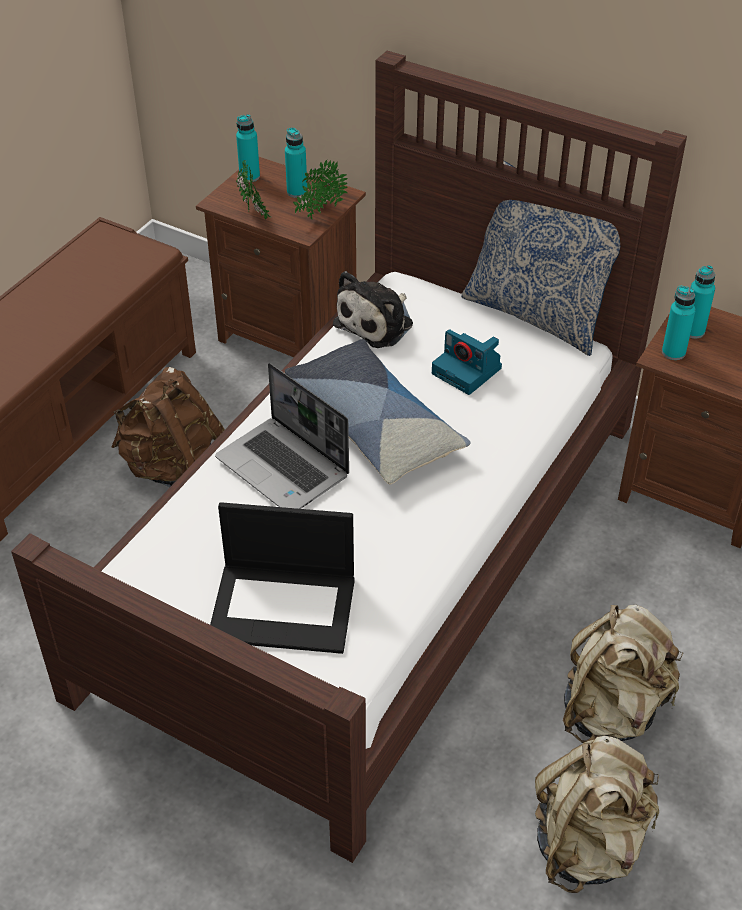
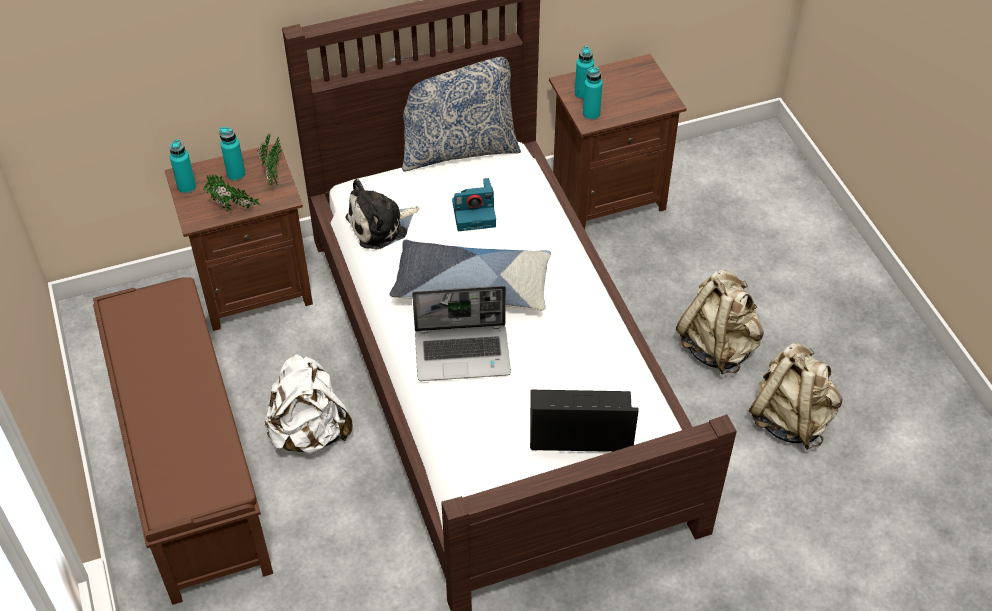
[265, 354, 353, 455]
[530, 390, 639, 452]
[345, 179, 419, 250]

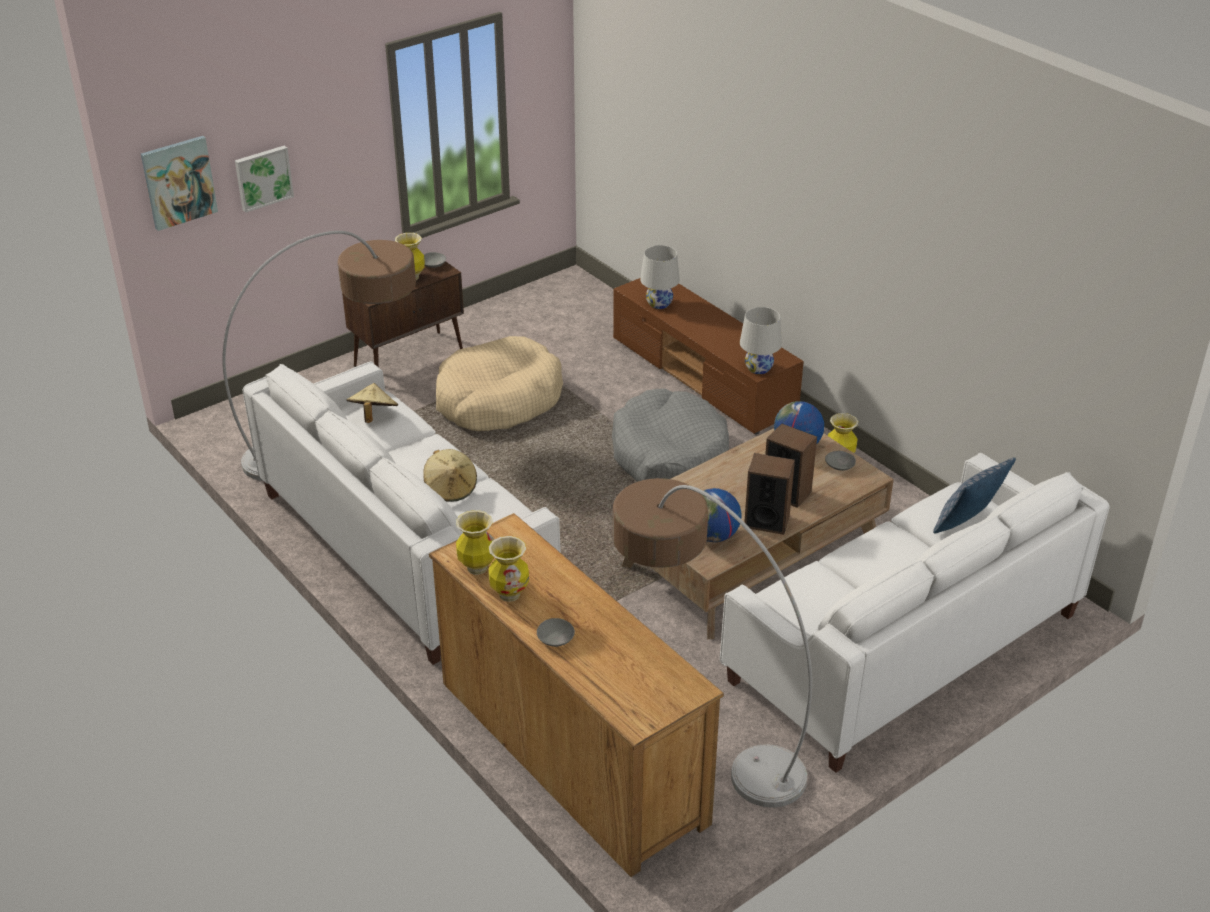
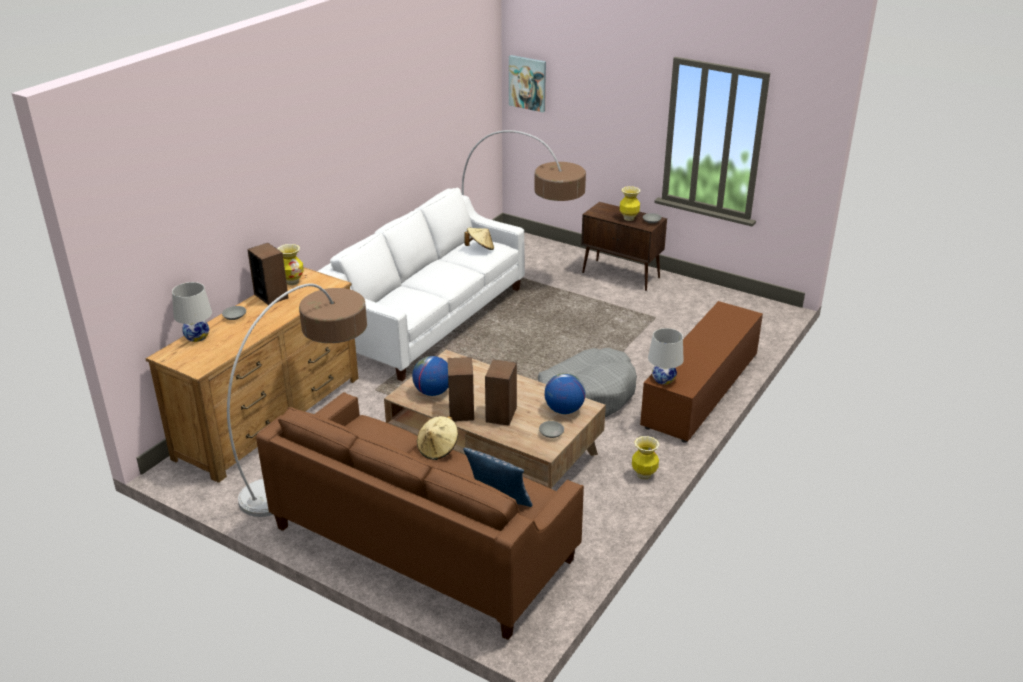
[235, 146, 294, 213] (first image)
[436, 336, 563, 431] (first image)
[417, 416, 458, 460]
[172, 282, 212, 342]
[247, 243, 288, 305]
[256, 392, 584, 640]

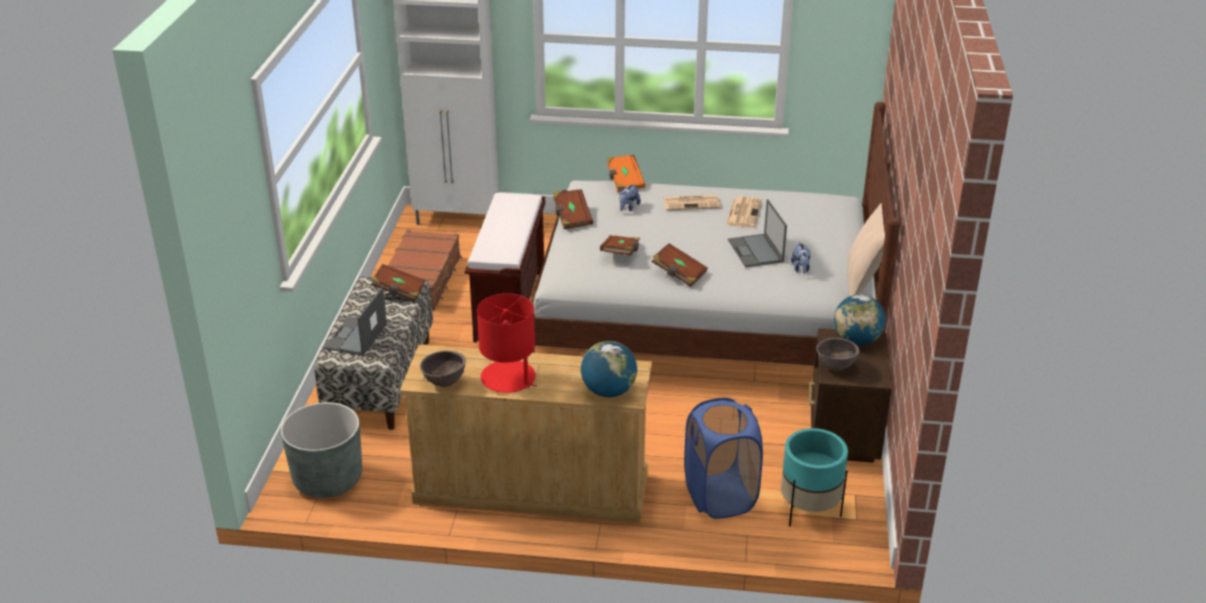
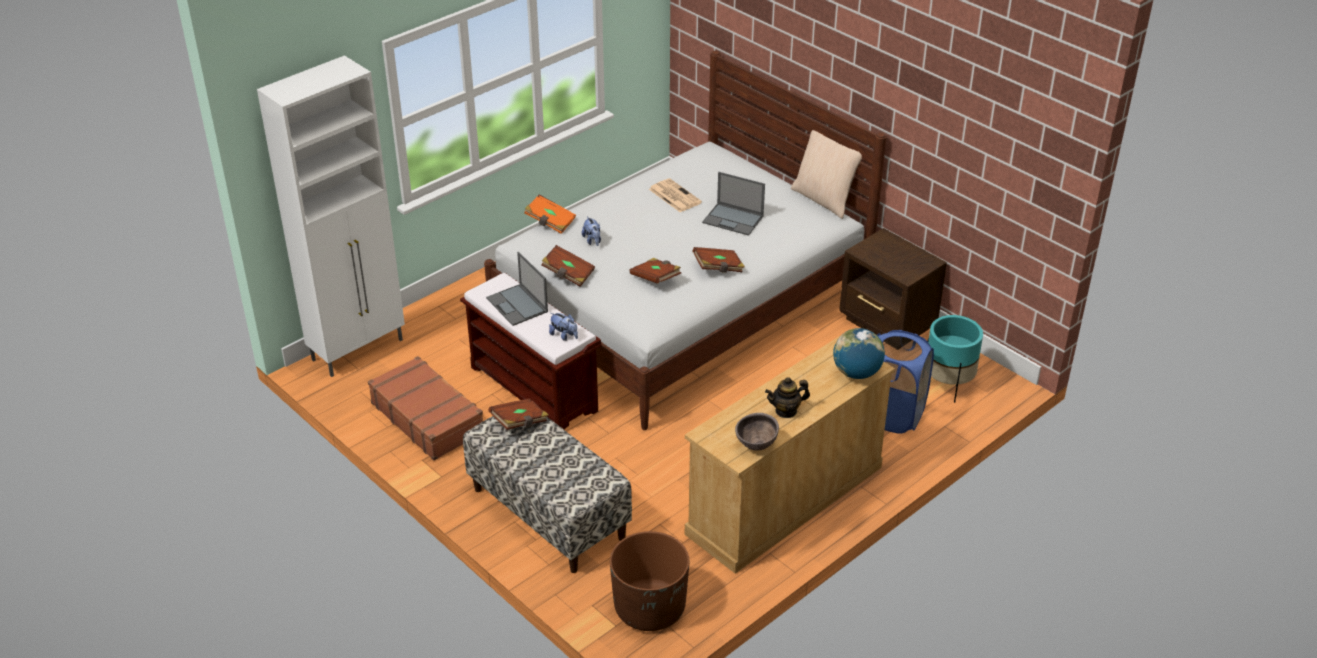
[663, 195, 721, 210] (first image)
[816, 338, 859, 371] (first image)
[834, 294, 886, 345] (first image)
[486, 252, 548, 326]
[549, 313, 578, 341]
[765, 377, 810, 418]
[610, 531, 689, 631]

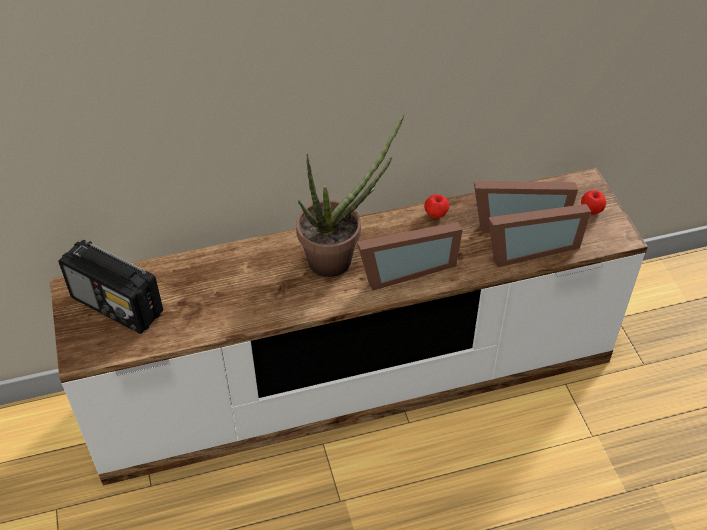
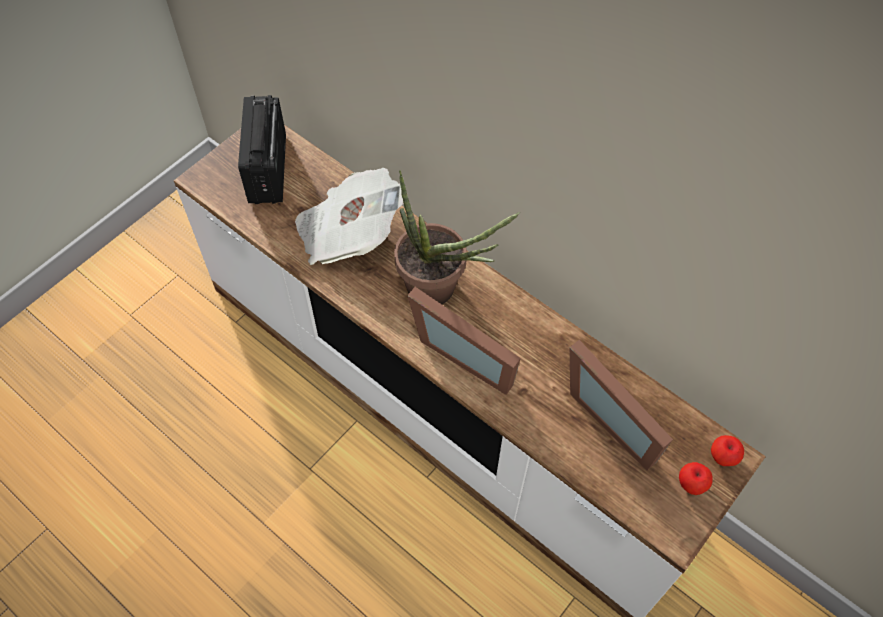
[488, 204, 591, 267] (first image)
[295, 168, 404, 265]
[711, 435, 744, 466]

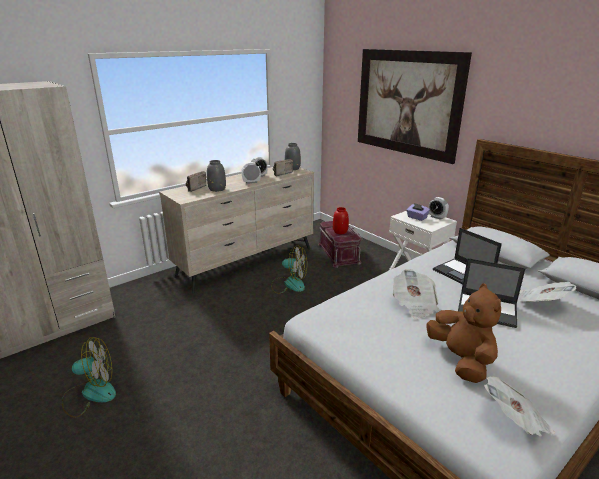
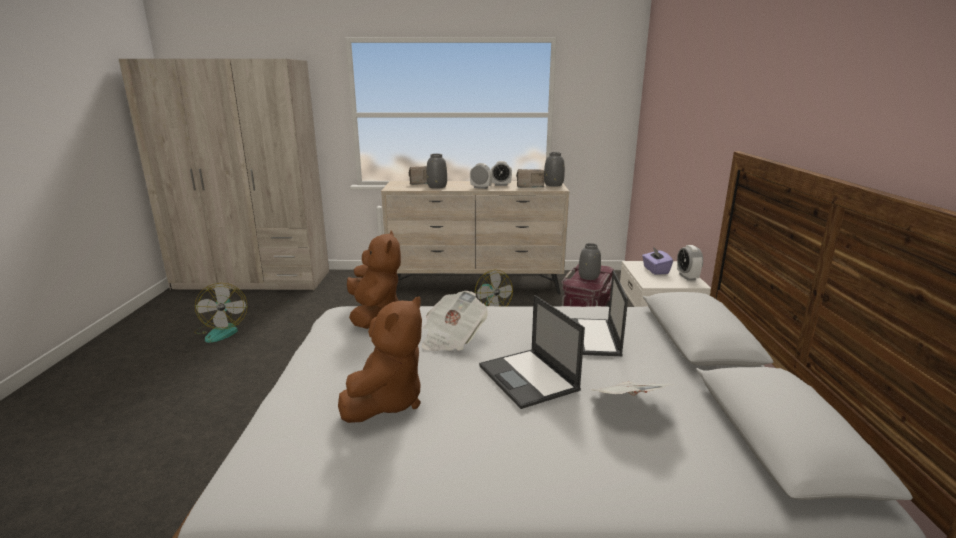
[358, 49, 472, 164] (first image)
[484, 376, 555, 437] (first image)
[347, 231, 401, 329]
[578, 243, 601, 280]
[194, 283, 247, 343]

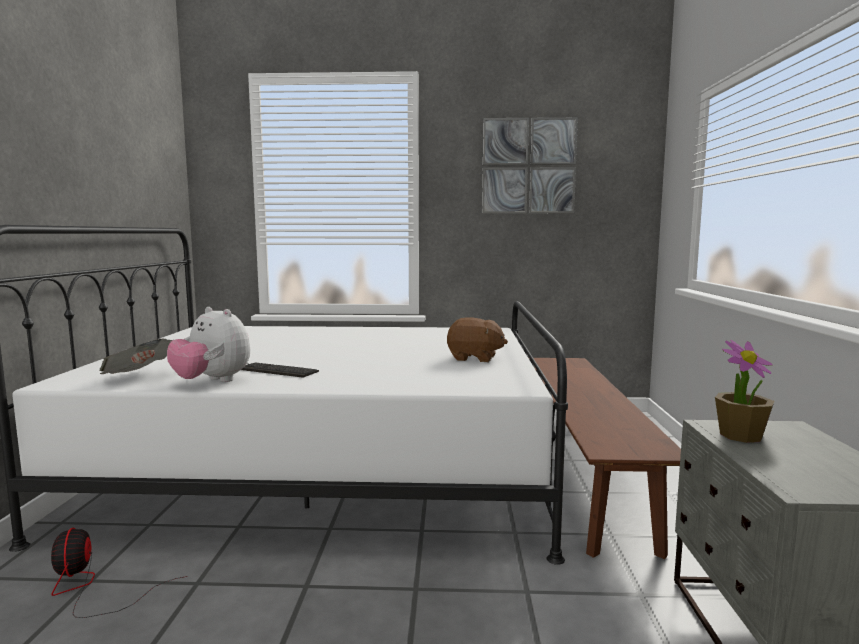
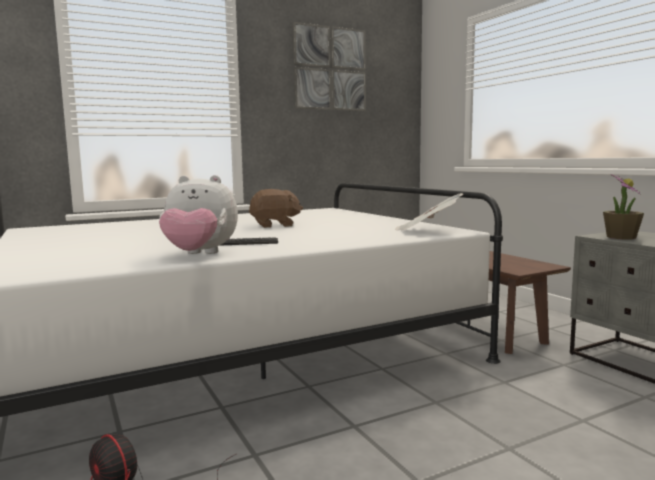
[395, 193, 463, 231]
[249, 189, 303, 228]

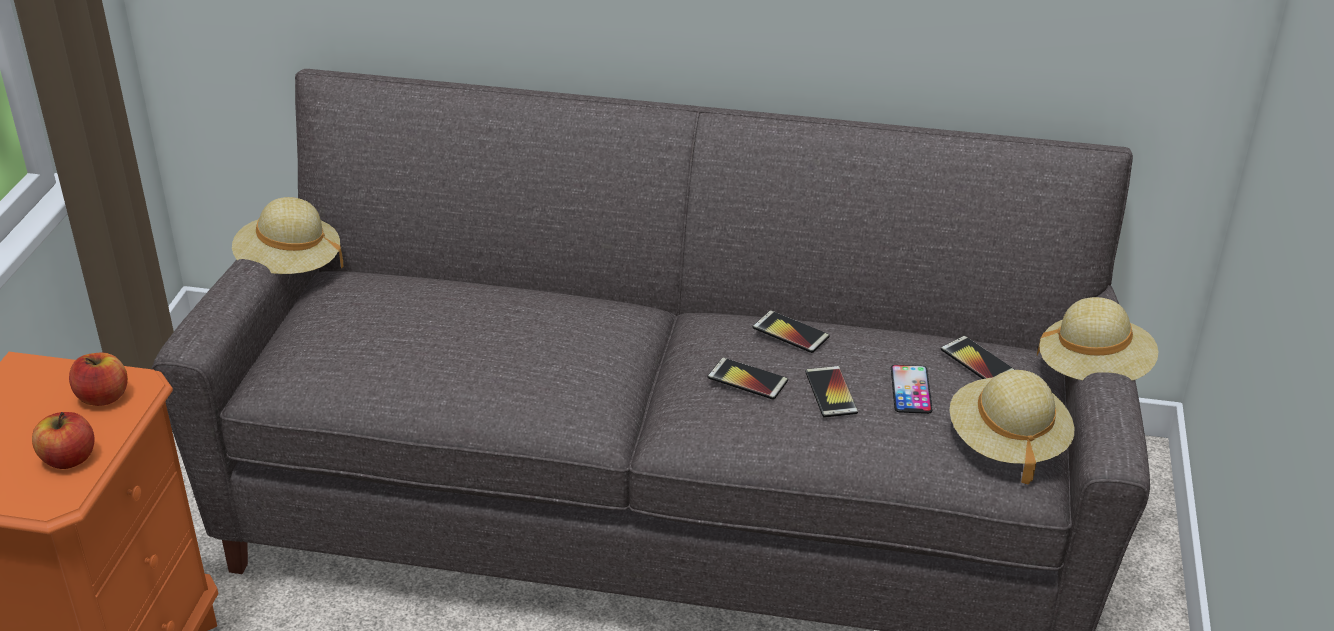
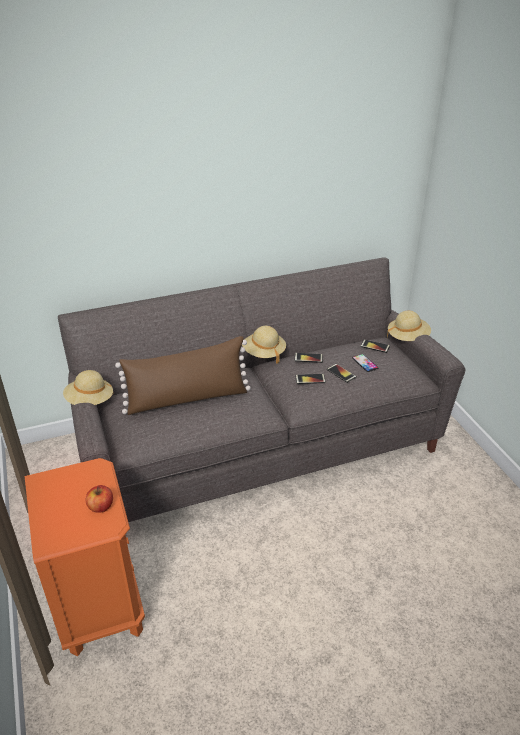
[69, 352, 128, 406] (first image)
[115, 336, 251, 415]
[242, 326, 286, 363]

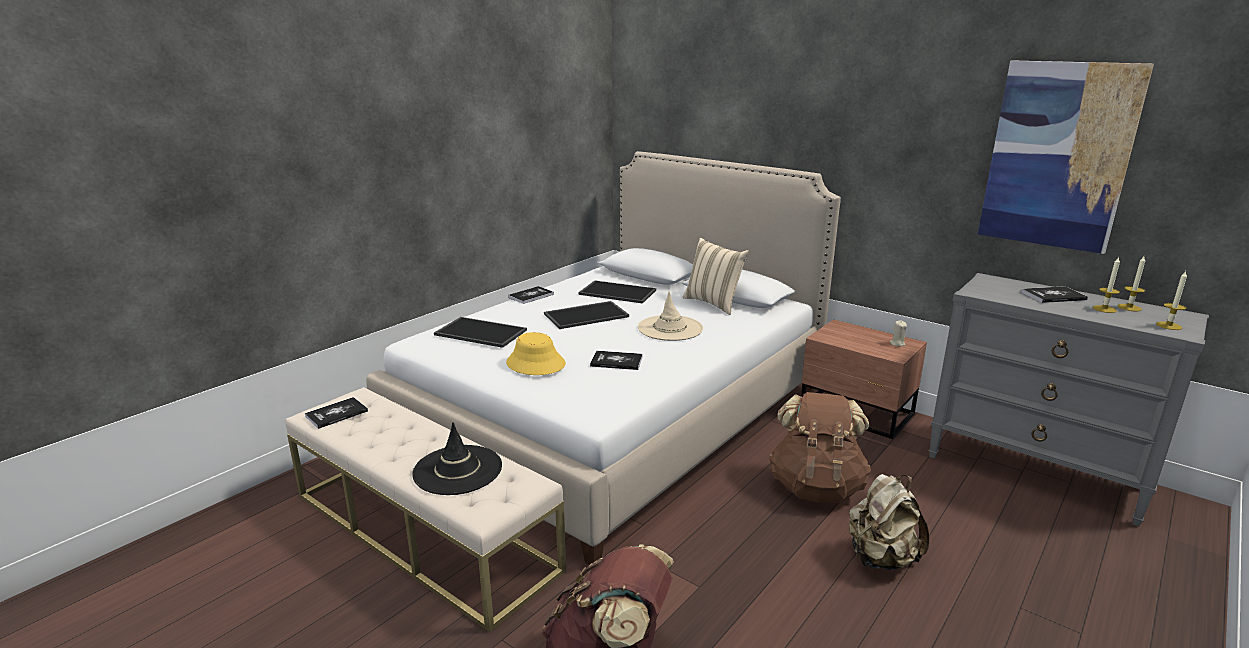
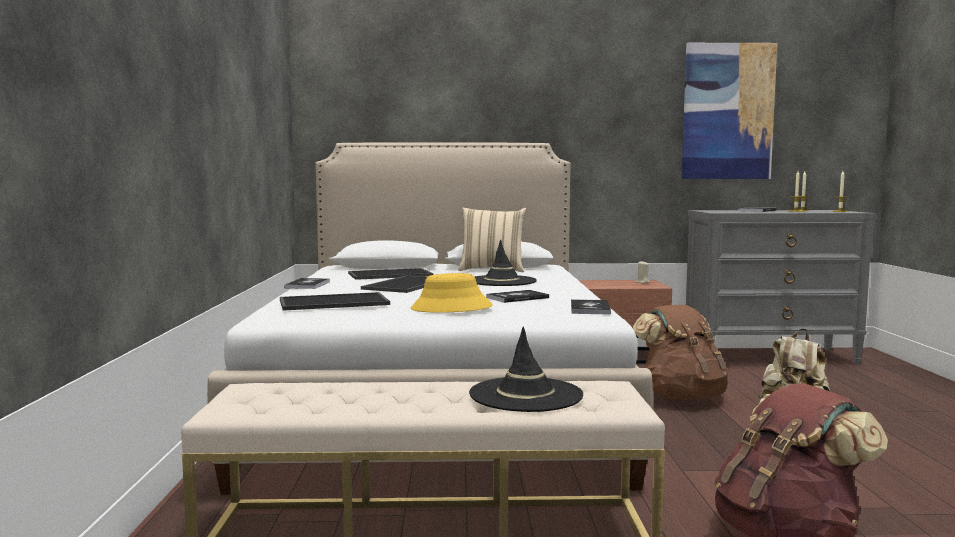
[571, 299, 611, 315]
[475, 239, 537, 286]

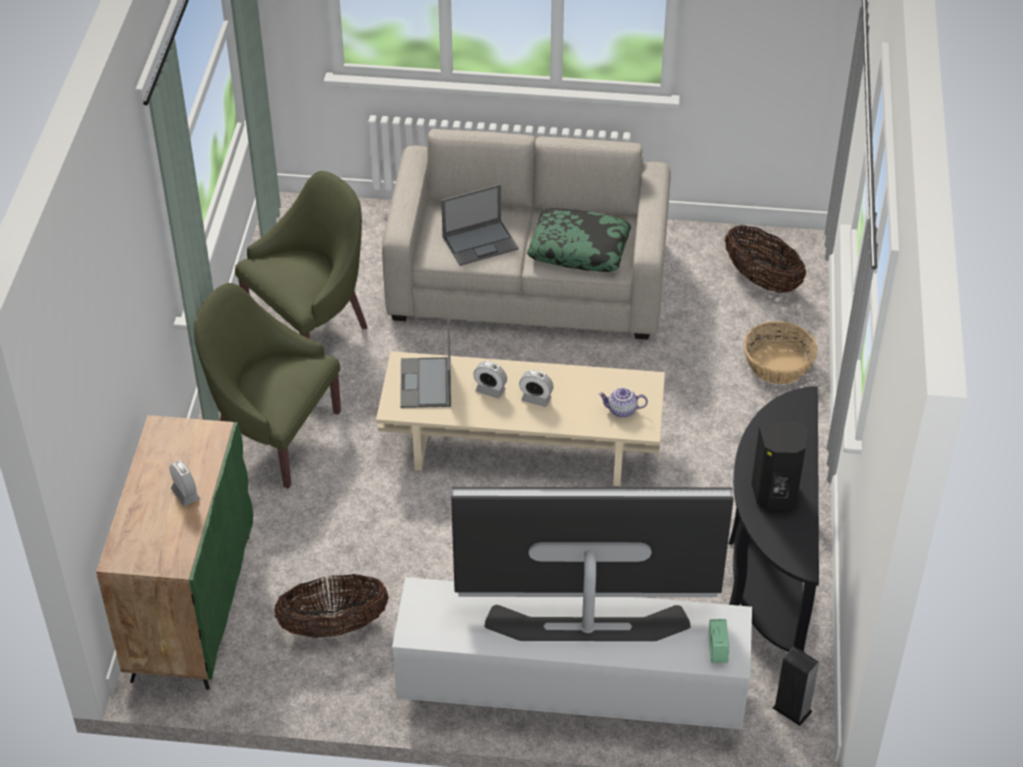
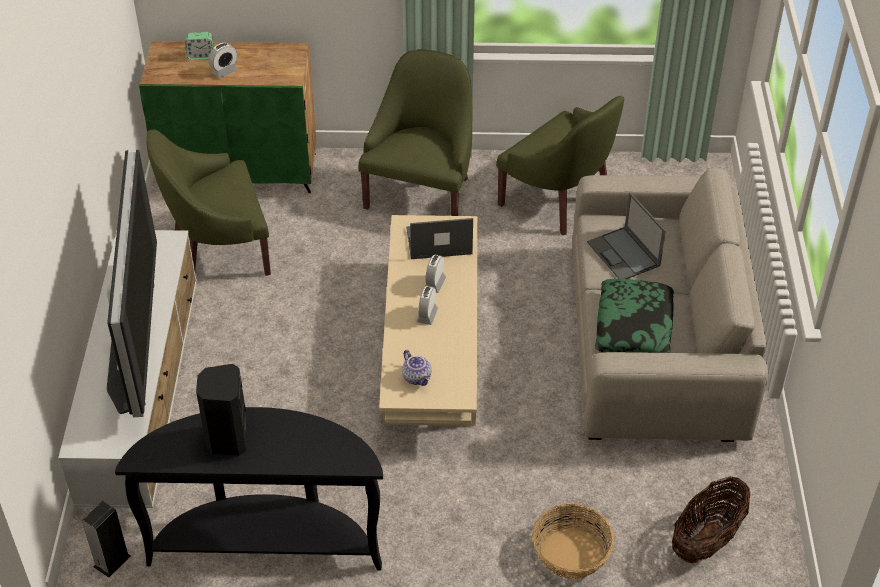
[185, 32, 214, 60]
[146, 129, 271, 276]
[402, 350, 431, 386]

